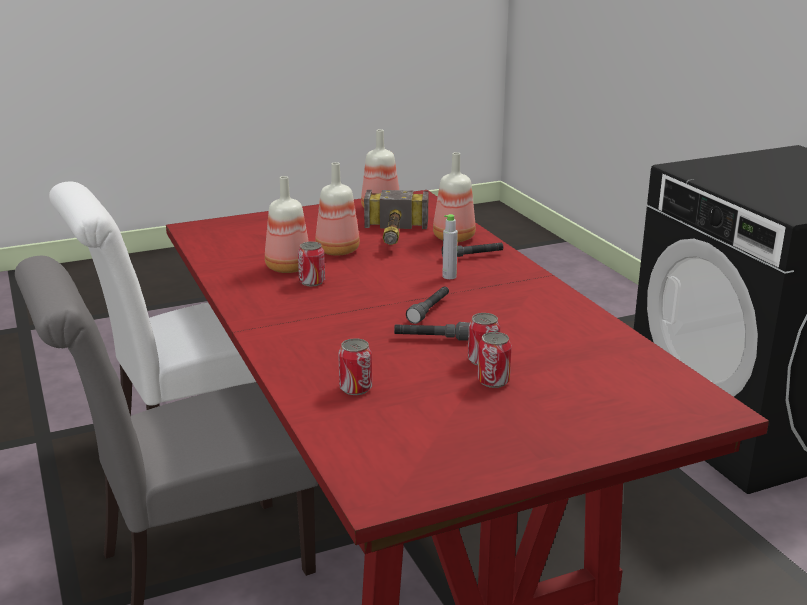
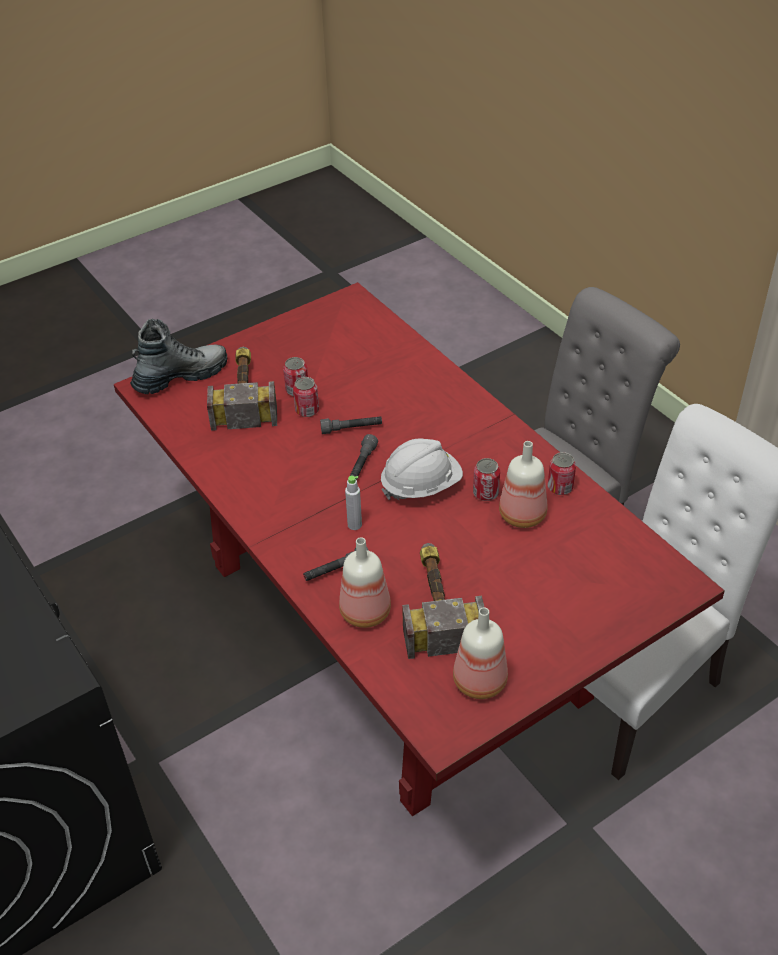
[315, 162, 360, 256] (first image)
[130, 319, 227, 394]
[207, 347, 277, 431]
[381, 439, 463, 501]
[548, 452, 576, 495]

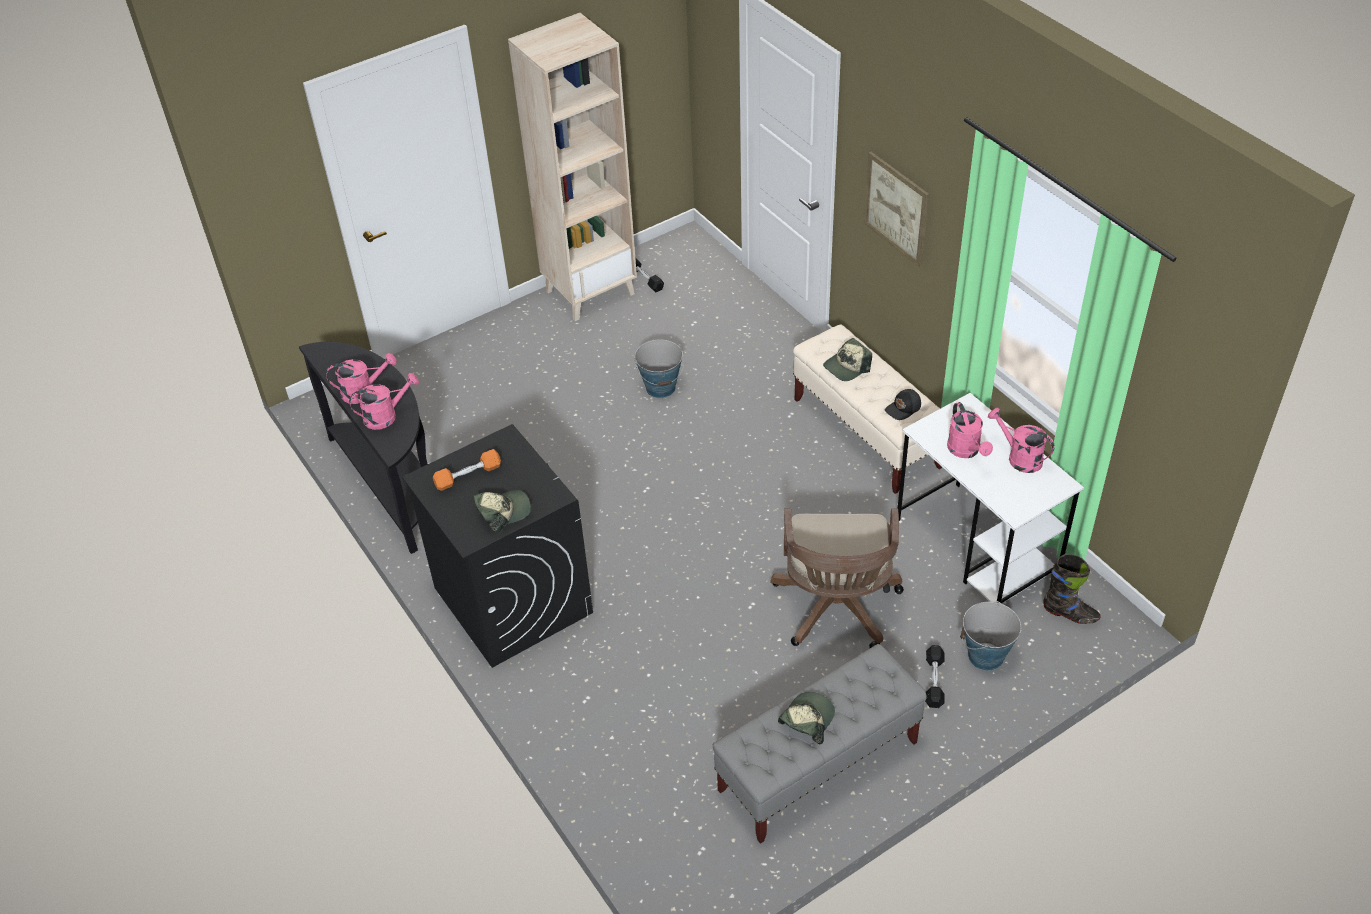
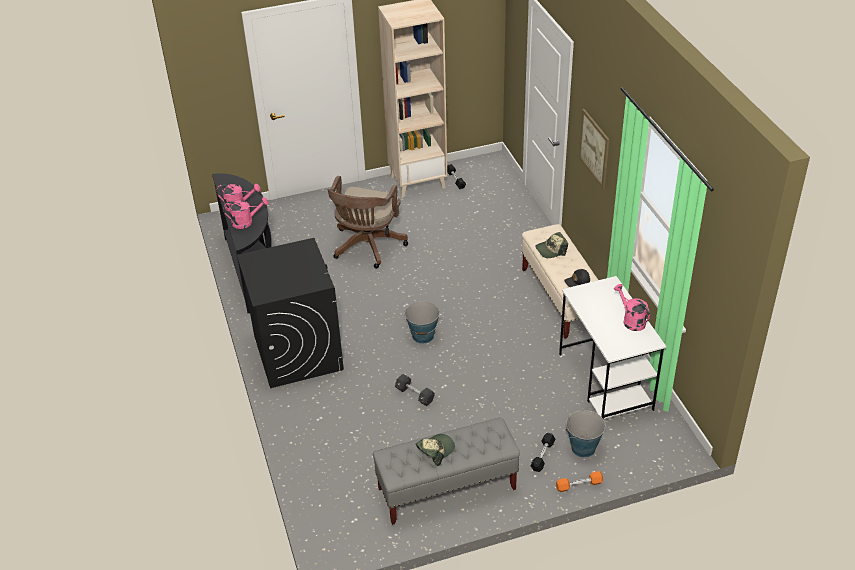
[473, 490, 531, 534] (first image)
[947, 402, 993, 458] (first image)
[1043, 554, 1101, 624] (first image)
[395, 374, 435, 406]
[556, 471, 603, 492]
[404, 301, 440, 344]
[328, 176, 408, 269]

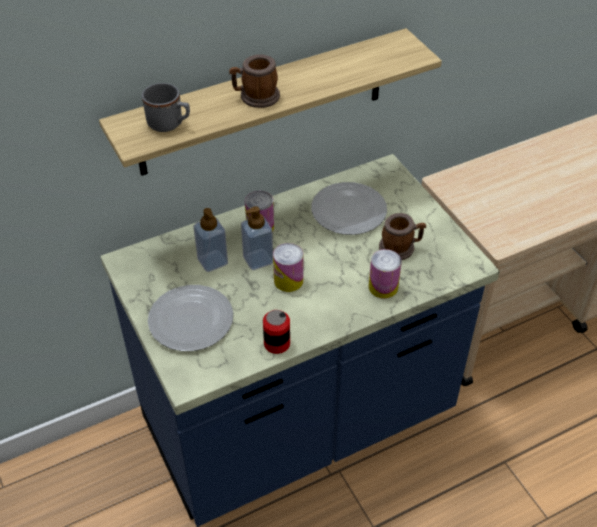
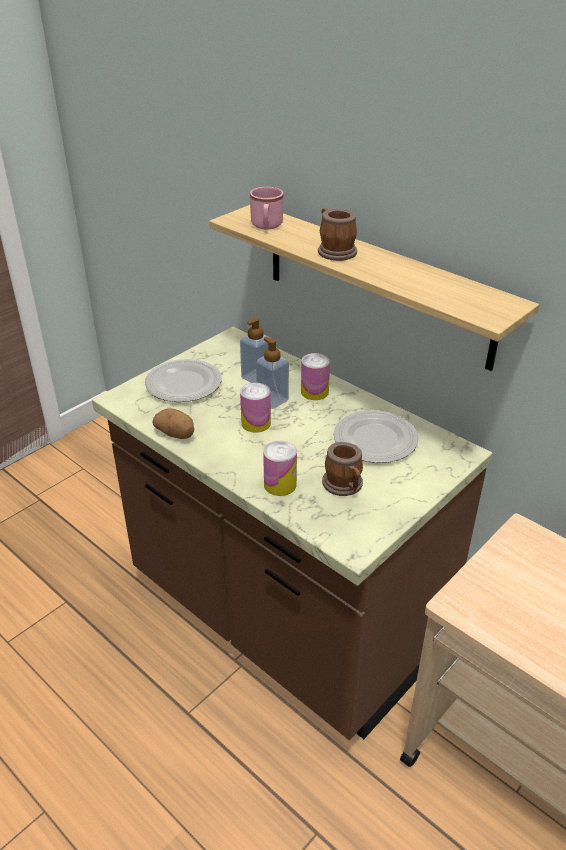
[152, 408, 194, 439]
[92, 327, 493, 740]
[250, 187, 283, 229]

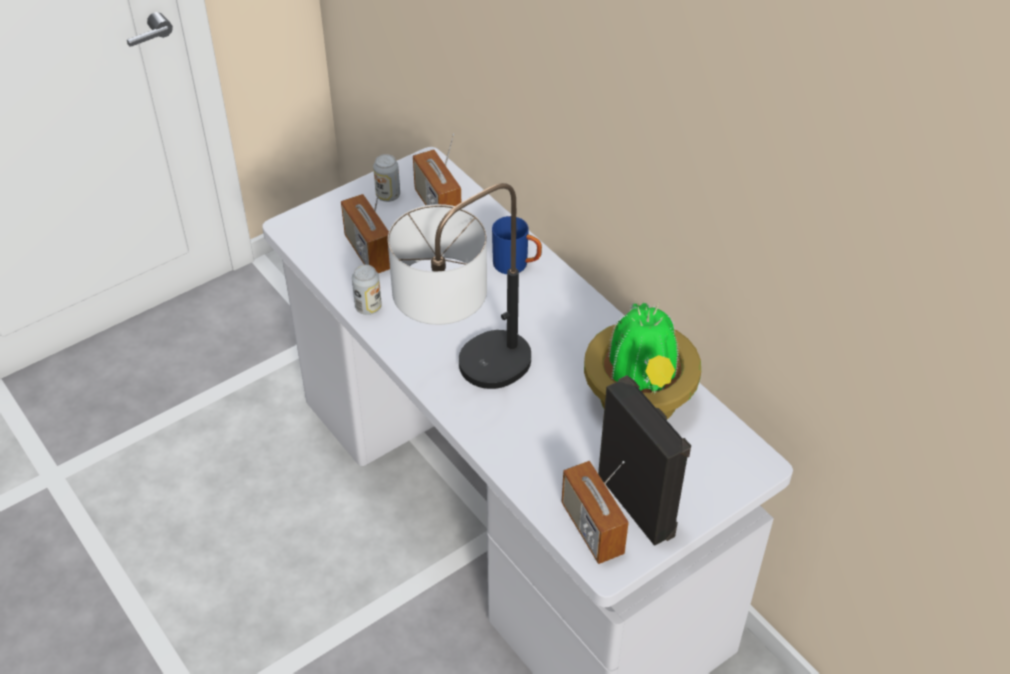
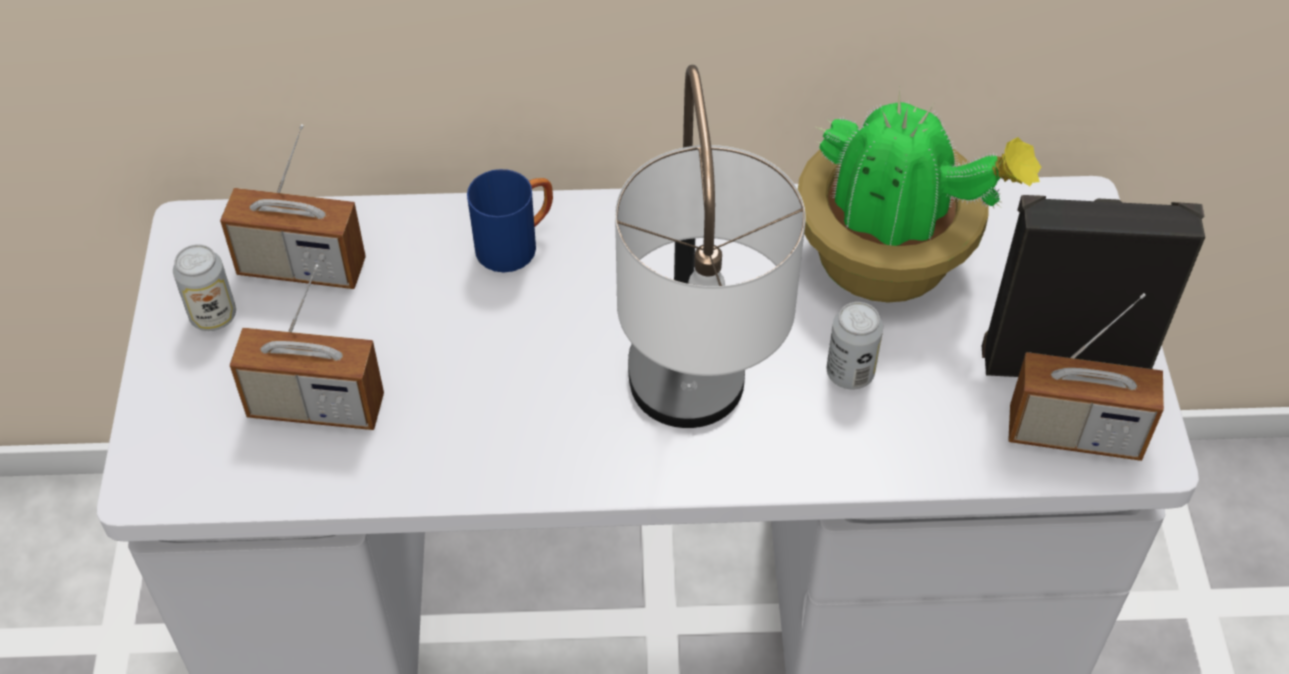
[827, 302, 883, 389]

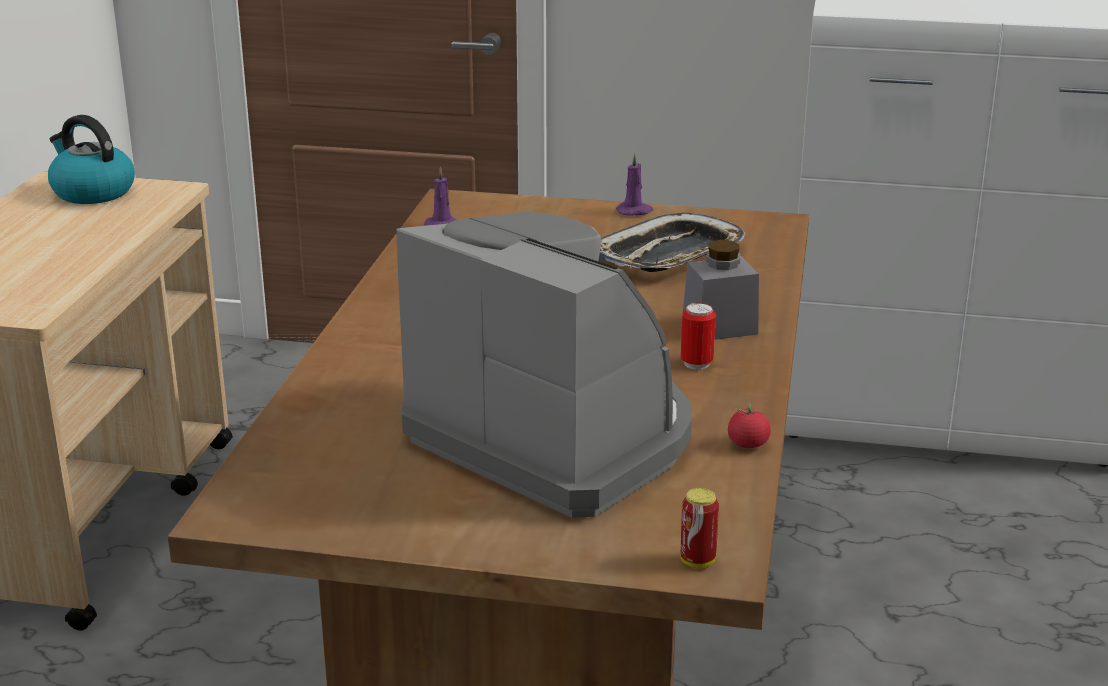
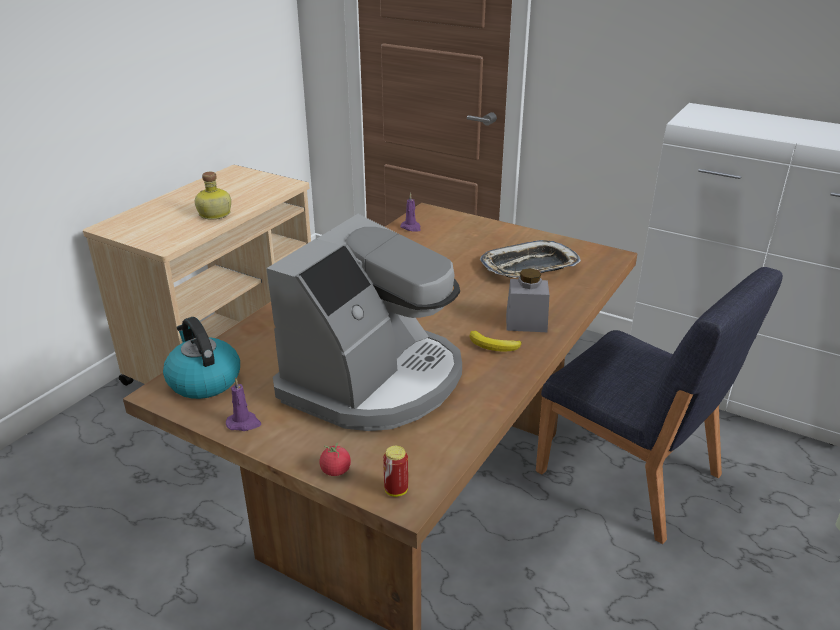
[195, 172, 231, 220]
[536, 267, 783, 544]
[163, 317, 240, 399]
[226, 377, 261, 431]
[320, 443, 351, 476]
[470, 331, 521, 352]
[266, 214, 462, 431]

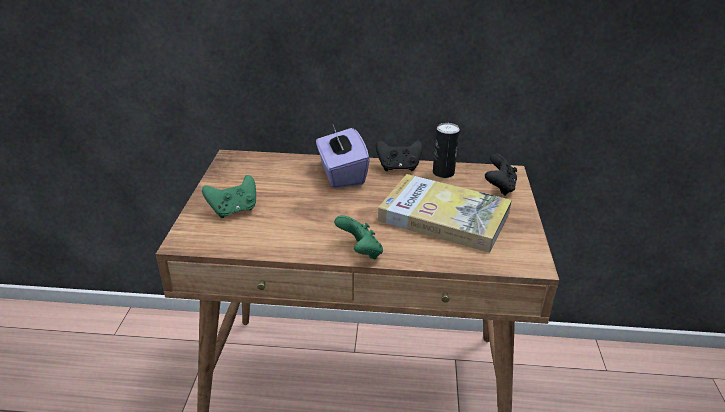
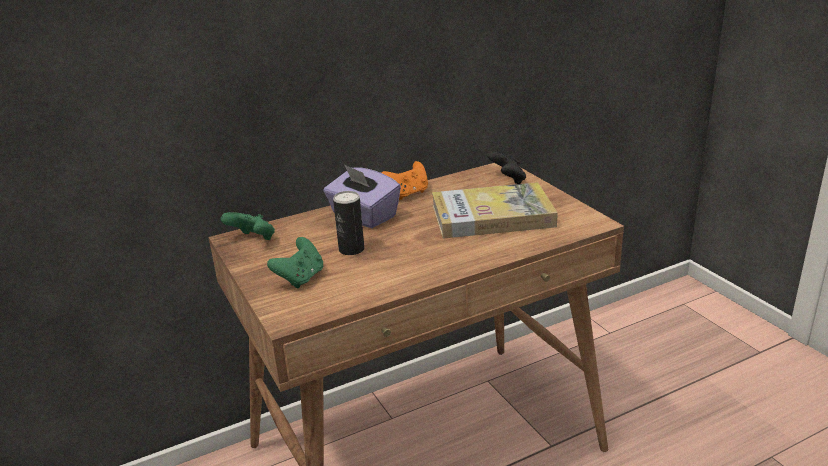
[221, 212, 275, 240]
[333, 191, 364, 255]
[382, 161, 428, 200]

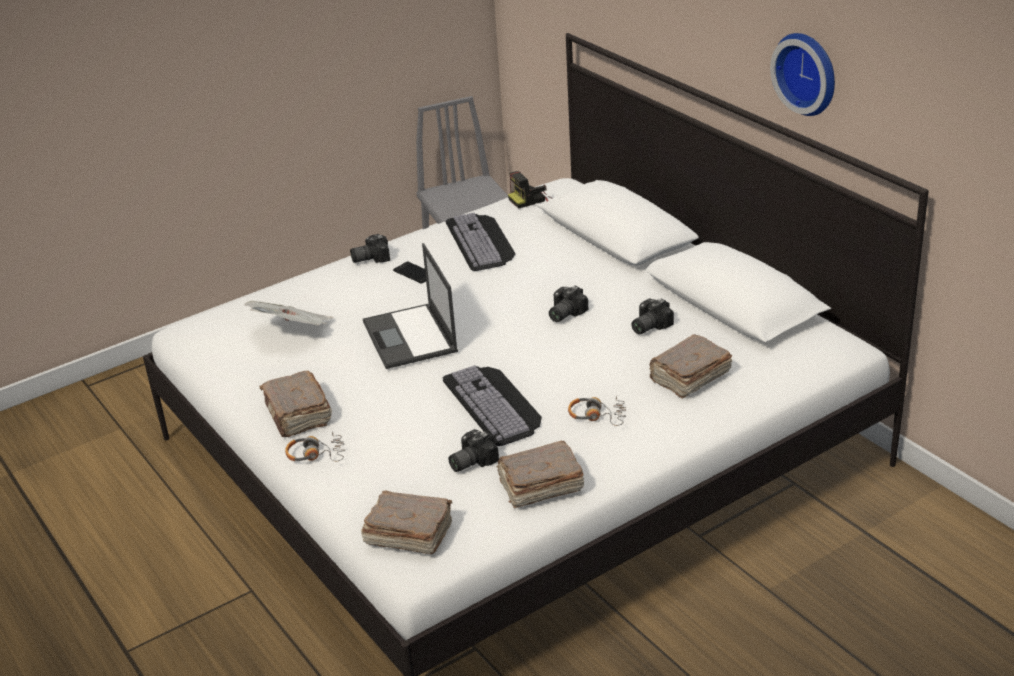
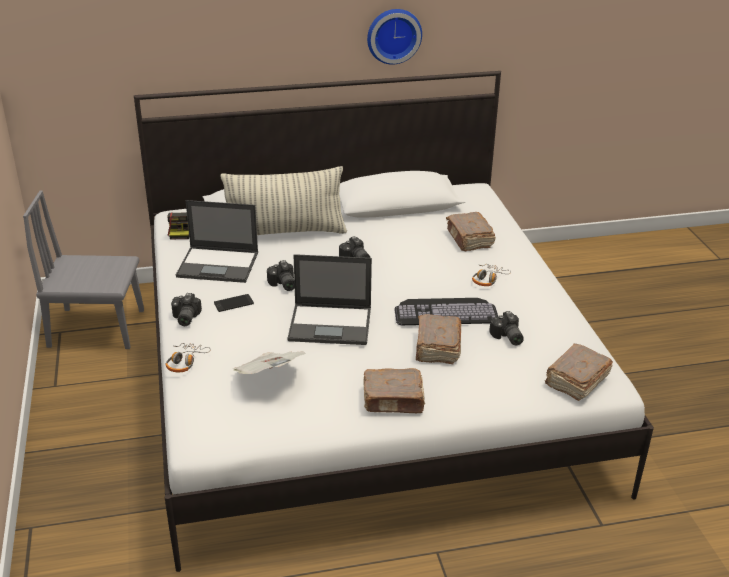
[221, 166, 347, 235]
[166, 343, 211, 372]
[416, 314, 461, 364]
[267, 260, 295, 291]
[176, 200, 258, 283]

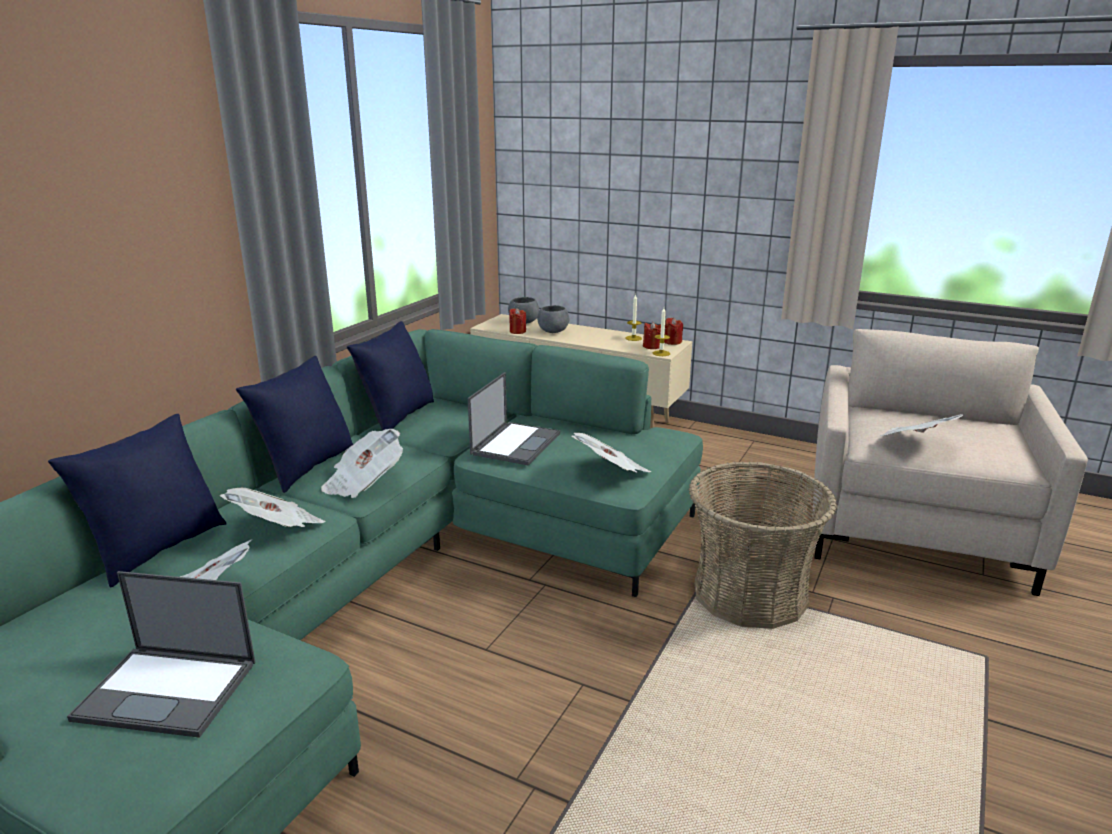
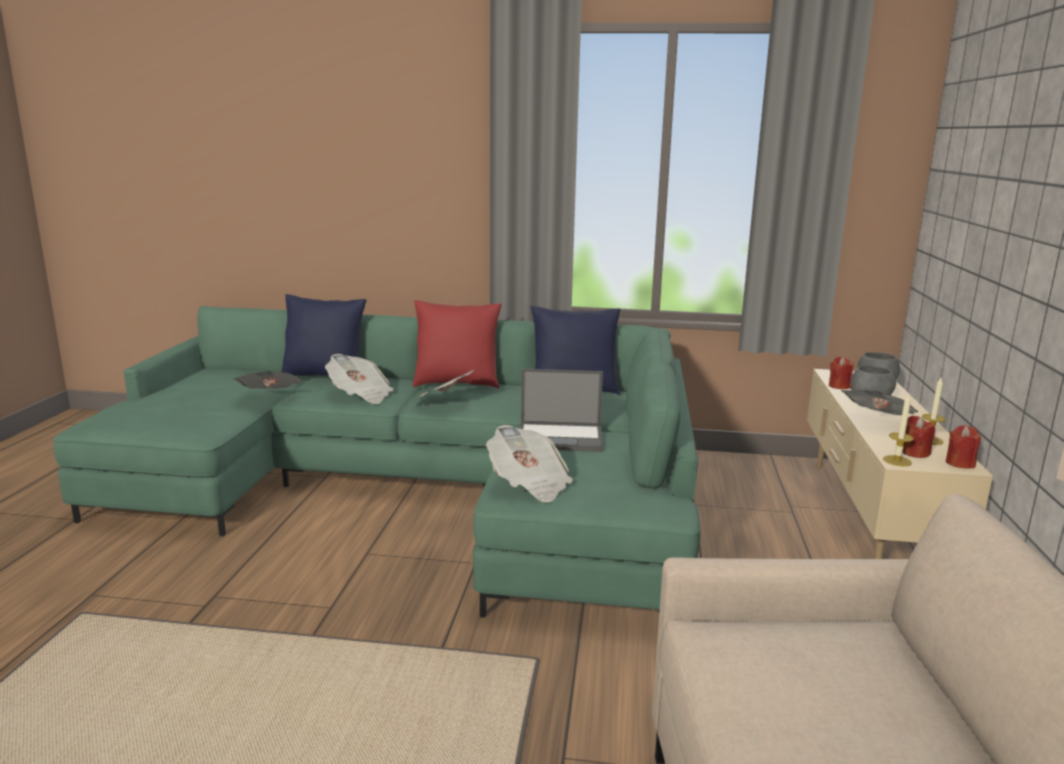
[67, 571, 256, 738] (first image)
[689, 461, 837, 629] (first image)
[842, 390, 918, 415]
[413, 300, 502, 389]

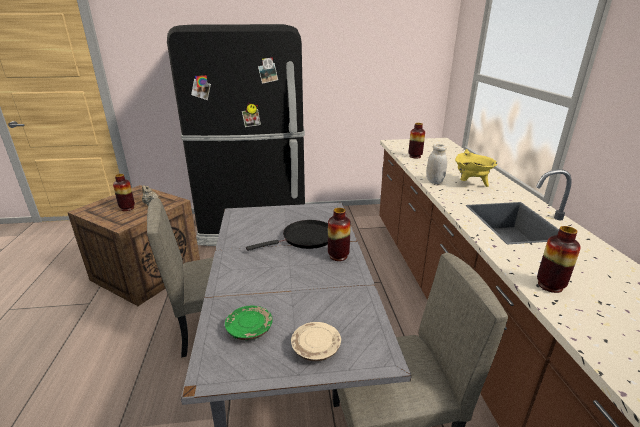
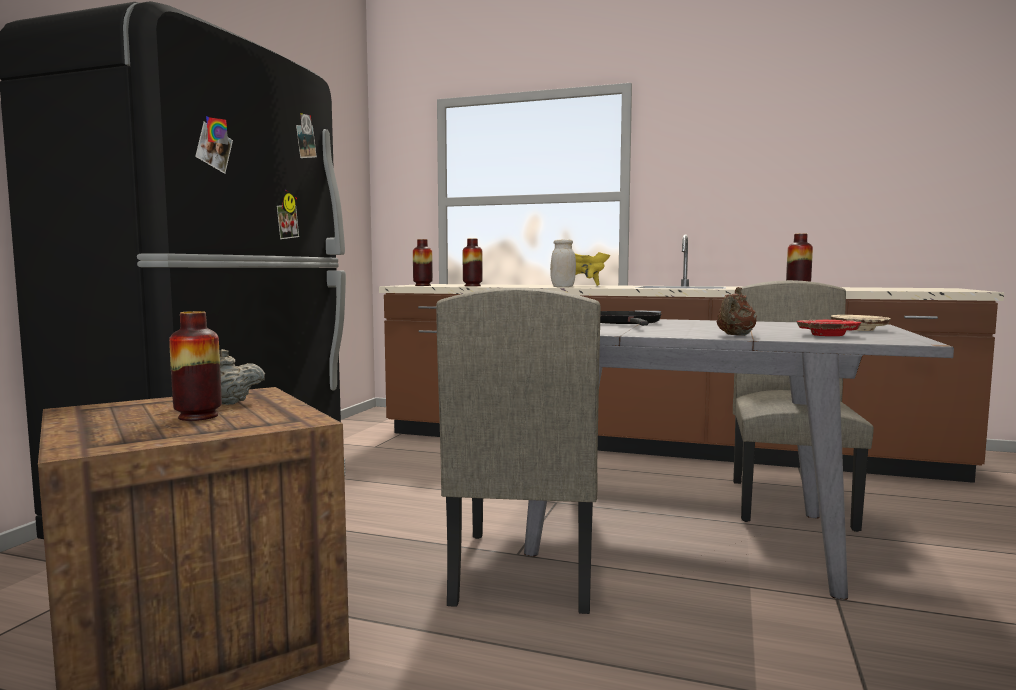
[717, 287, 757, 336]
[413, 239, 433, 286]
[797, 320, 861, 336]

